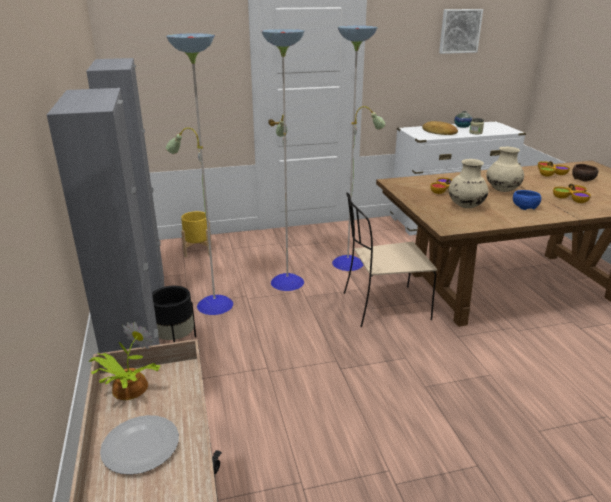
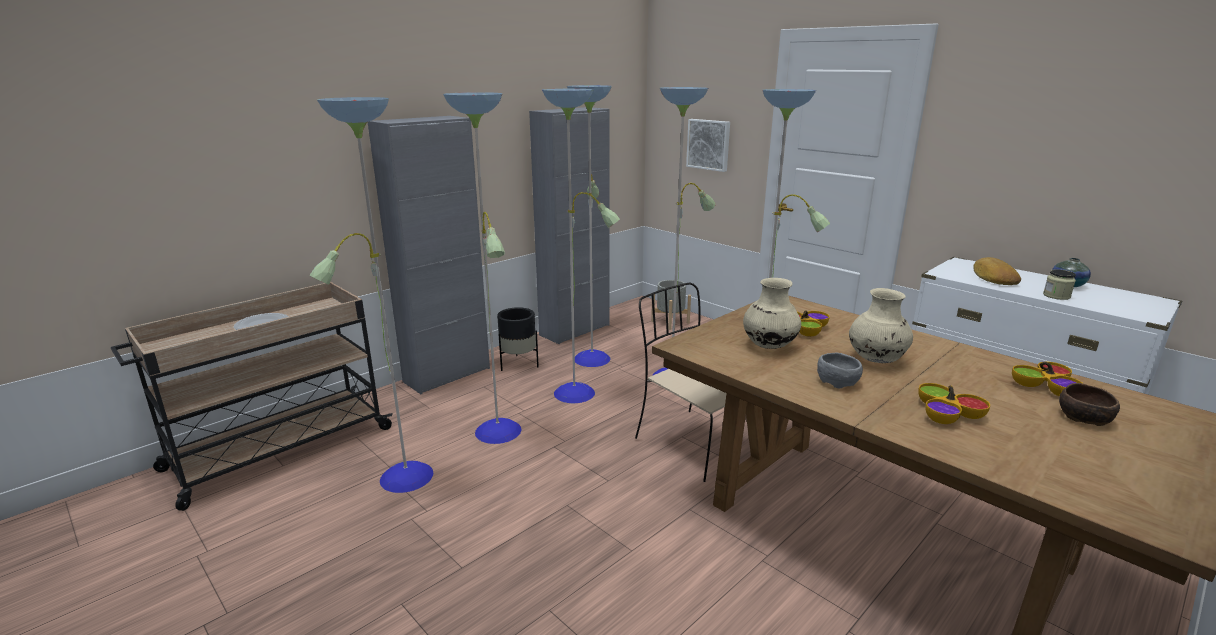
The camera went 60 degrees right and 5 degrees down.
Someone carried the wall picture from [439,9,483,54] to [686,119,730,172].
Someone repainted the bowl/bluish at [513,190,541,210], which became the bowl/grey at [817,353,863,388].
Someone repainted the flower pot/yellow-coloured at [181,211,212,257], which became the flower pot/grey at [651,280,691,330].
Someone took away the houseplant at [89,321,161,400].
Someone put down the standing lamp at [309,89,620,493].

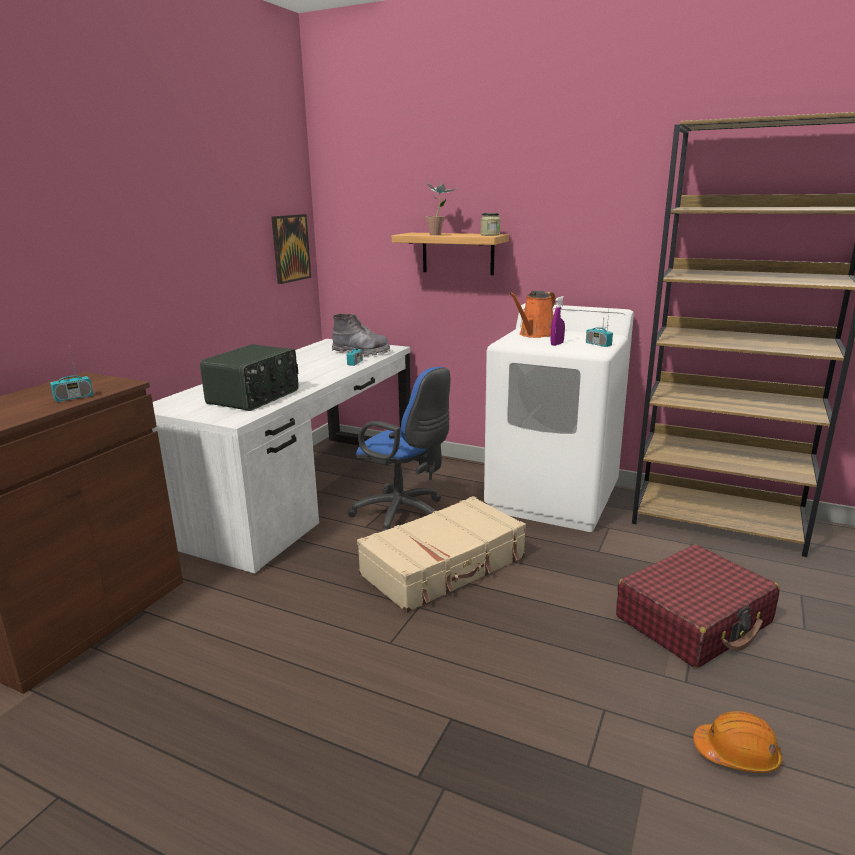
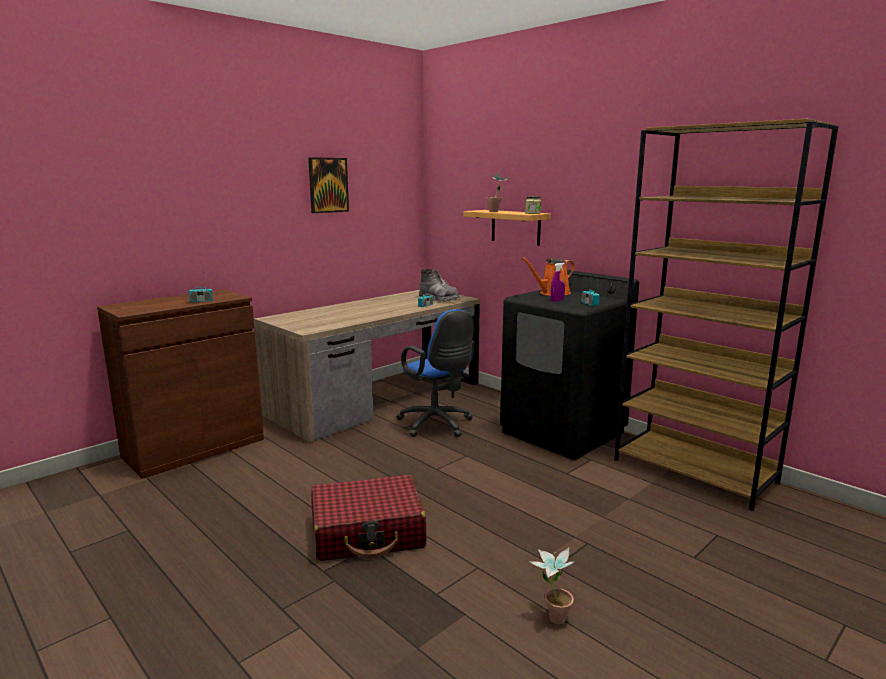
The camera went 20 degrees right and 5 degrees down.
Someone carried the wall picture from [271,214,311,284] to [308,157,349,213].
Someone repainted the laundry appliance/white at [484,303,634,532], which became the laundry appliance/black-coloured at [500,270,639,460].
Someone repainted the desk/white at [152,339,411,574], which became the desk/brown-coloured at [254,290,480,442].
Someone took away the radio at [200,344,299,411].
Someone took away the travel case/beige-coloured at [357,496,526,613].
Someone carried the travel case/red-coloured from [616,545,779,668] to [312,475,426,561].
Someone swapped the hard hat/orangey at [693,711,782,773] for the houseplant at [529,547,575,624].

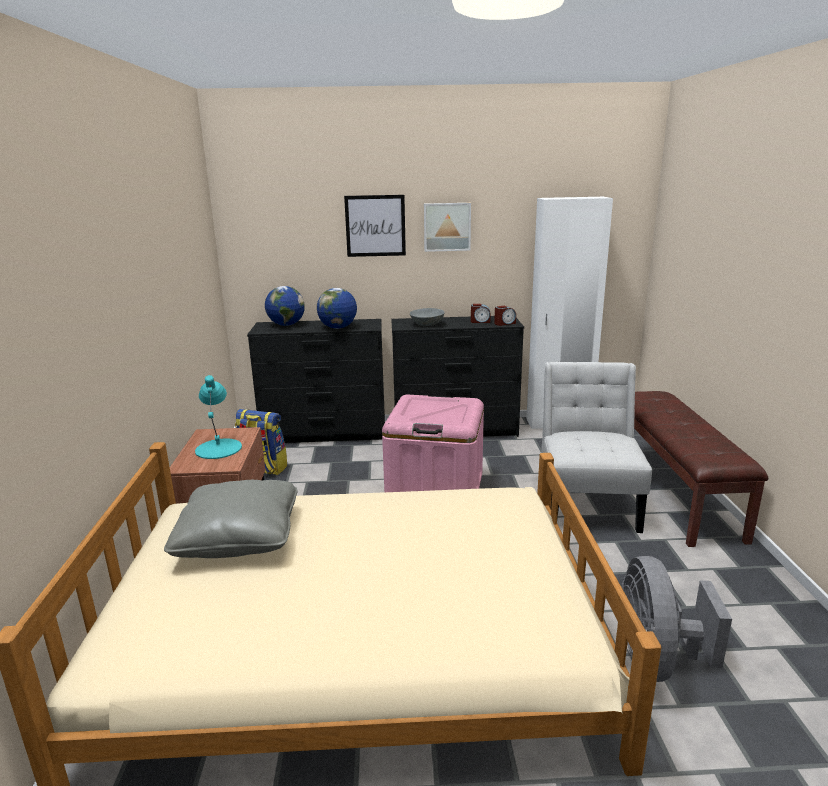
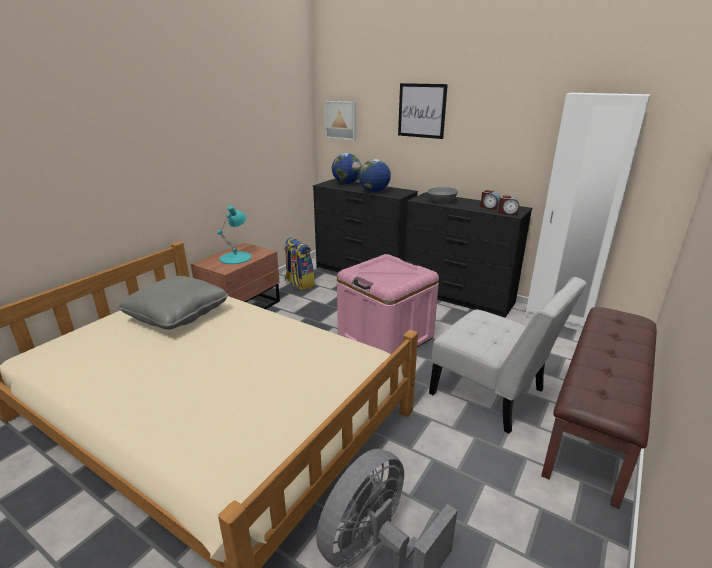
The camera went 35 degrees right and 5 degrees up.
Someone carried the wall picture from [424,203,471,252] to [324,101,356,140].
Someone rotated the plain chair/white at [541,362,652,533] by 90 degrees clockwise.

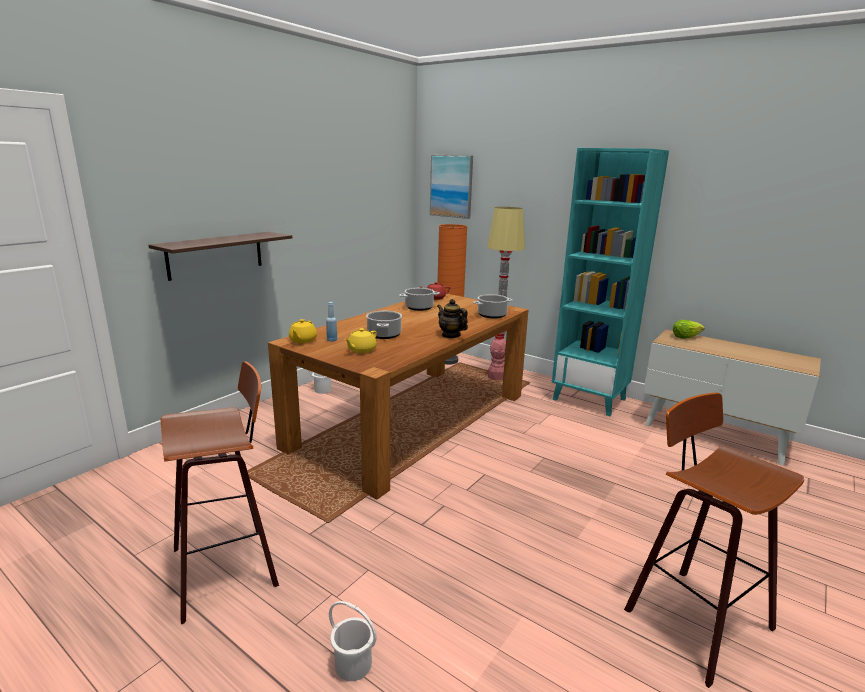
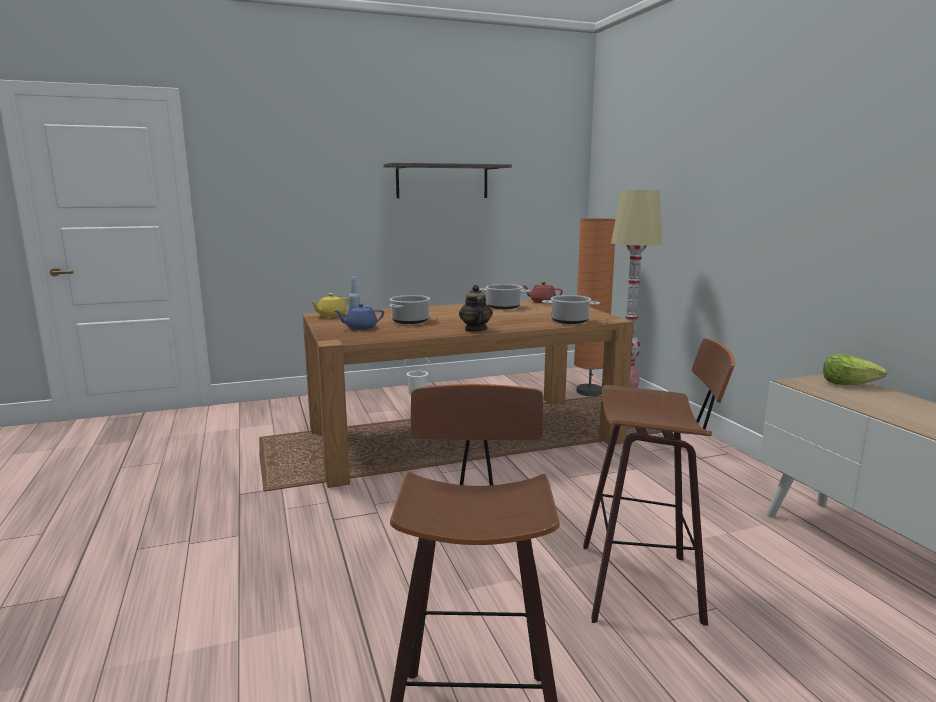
The camera went 35 degrees right and 5 degrees down.
Someone took away the bookcase/turquoise-coloured at [552,148,669,416].
Someone took away the wall picture at [430,155,473,219].
Someone carried the bracket shelf from [149,232,292,281] to [383,163,512,198].
Someone repainted the pot for tea/yellow-coloured at [344,328,377,353], which became the pot for tea/bluish at [335,304,384,330].
Someone carried the stool seat from [161,361,279,624] to [583,338,735,626].
Someone took away the water bucket/white at [329,601,377,681].

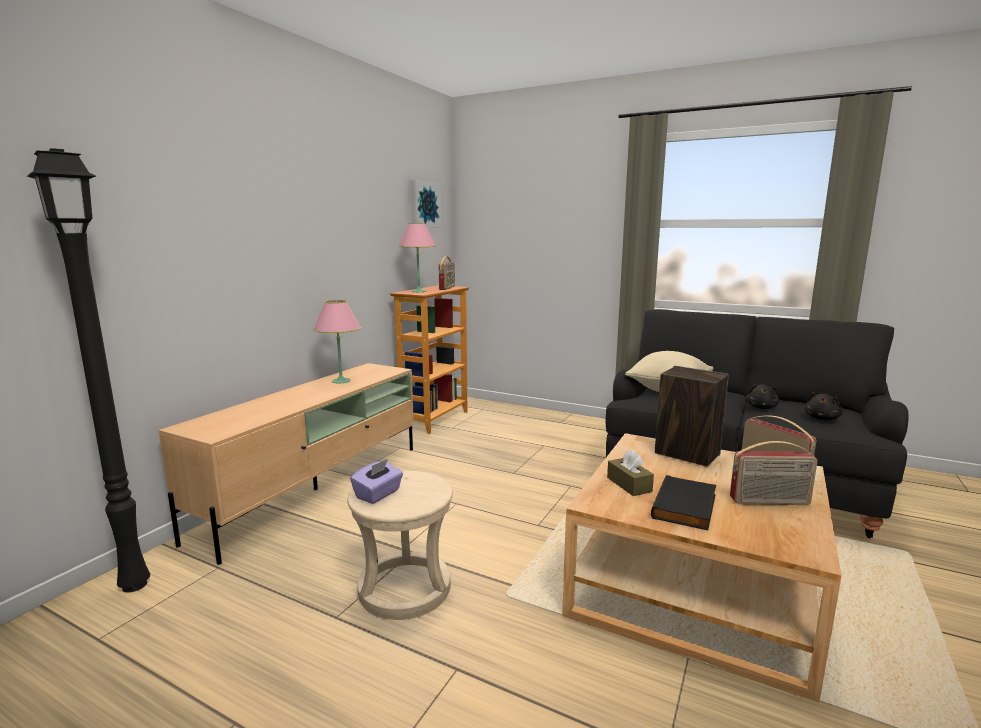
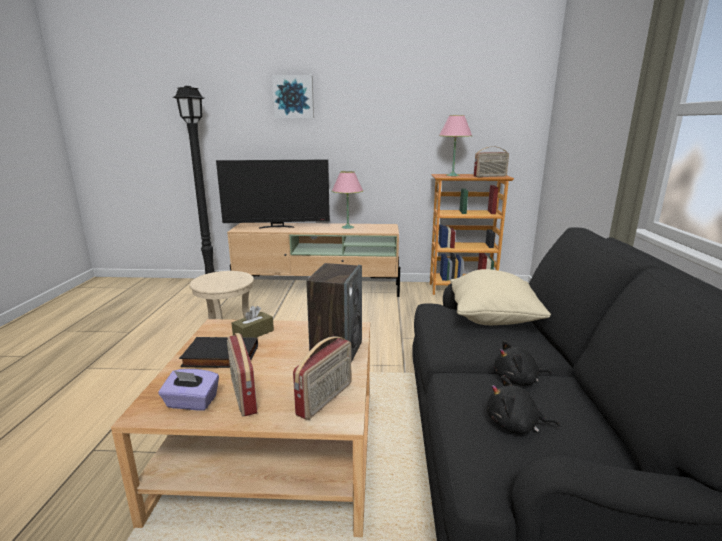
The camera went 65 degrees right and 5 degrees up.
Someone carried the wall picture from [411,180,441,228] to [272,75,314,118].
Someone carried the tissue holder/purple from [350,459,403,504] to [159,369,219,411].
Someone put down the TV at [216,160,330,229].

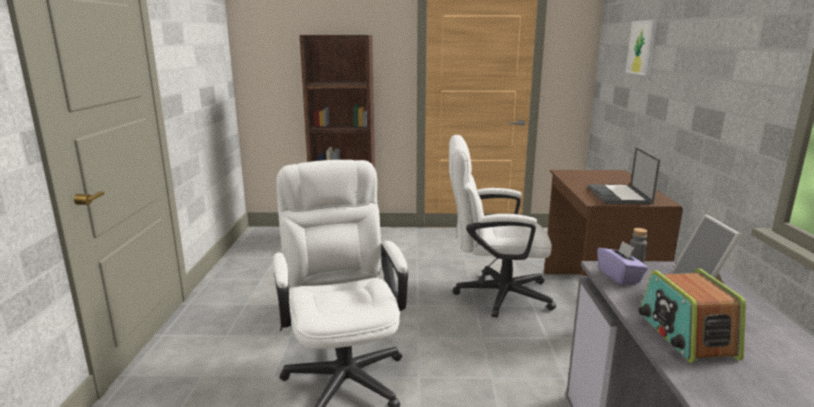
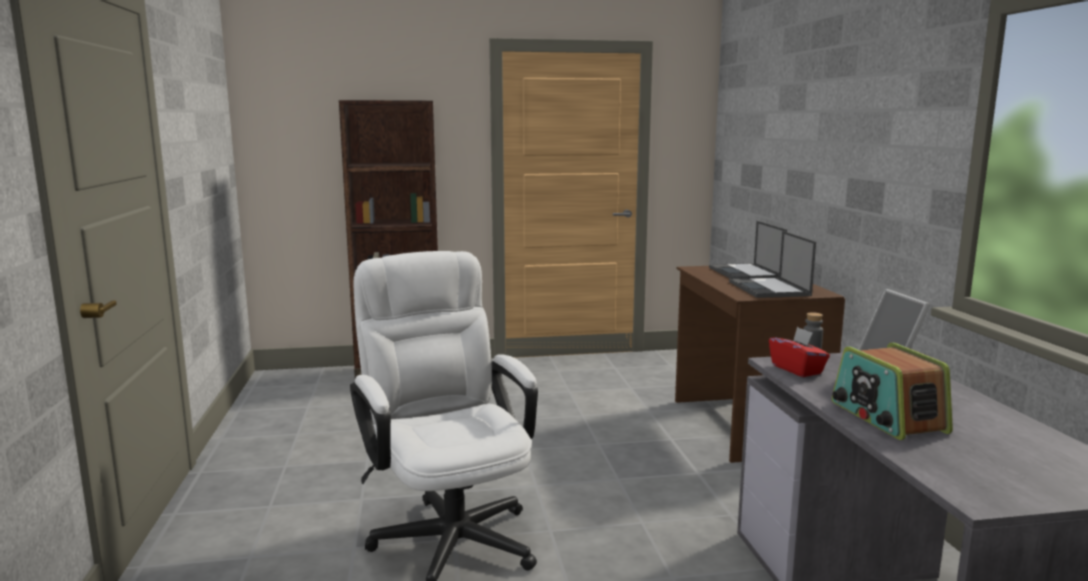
The camera went 10 degrees left and 5 degrees down.
Someone took away the wall picture at [626,20,657,76].
Someone took away the desk chair/white at [449,135,556,318].
Someone repainted the tissue holder/purple at [597,241,648,285], which became the tissue holder/red-coloured at [769,327,830,377].
Someone put down the laptop at [709,221,787,279].

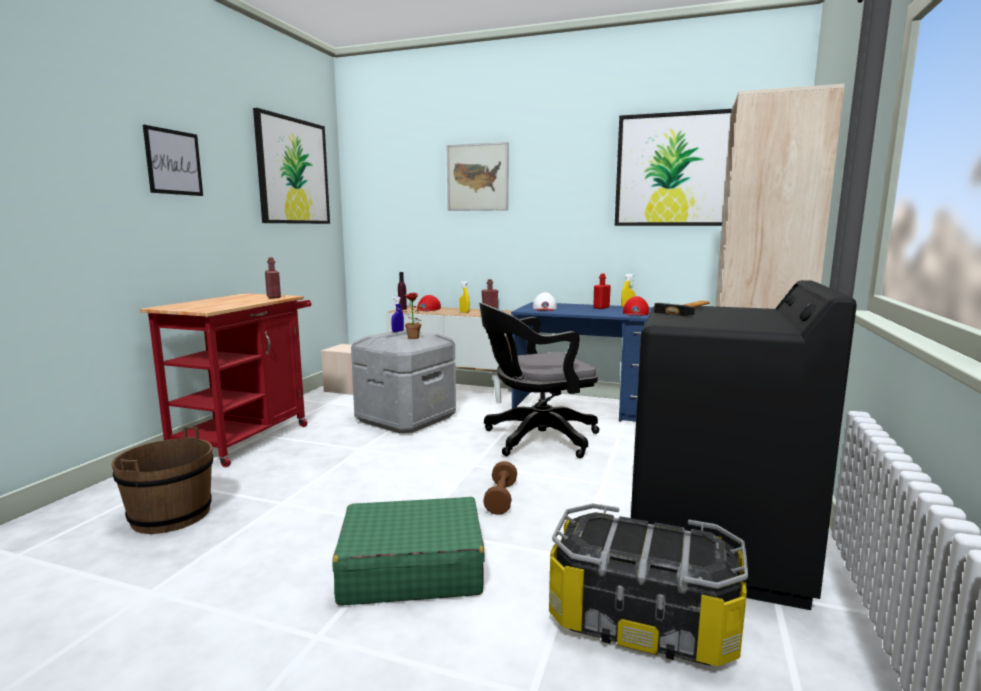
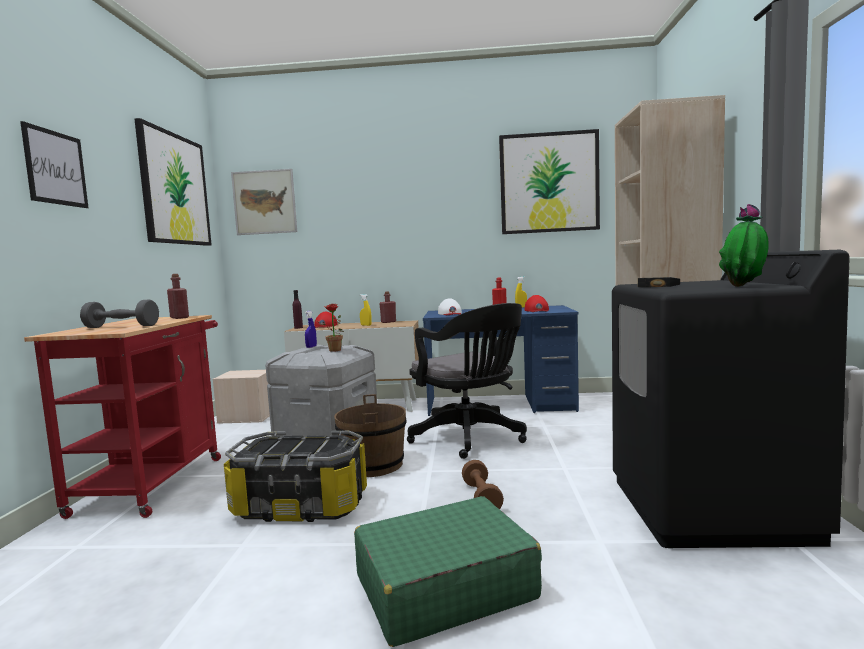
The camera went 15 degrees left and 5 degrees down.
Someone carried the wall picture from [447,142,508,211] to [231,169,297,235].
Someone rotated the desk chair/black-coloured at [479,303,599,458] by 90 degrees counterclockwise.
Someone carried the water bucket/brown-coloured from [111,427,213,534] to [334,394,407,477].
Someone carried the storage container from [549,504,748,666] to [224,431,367,522].
Someone put down the houseplant at [719,204,769,287].
Someone put down the dumbbell/grey at [80,300,159,328].

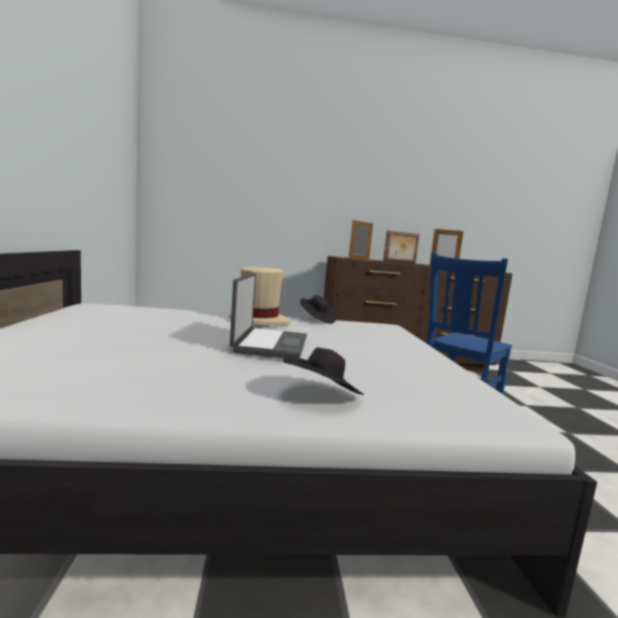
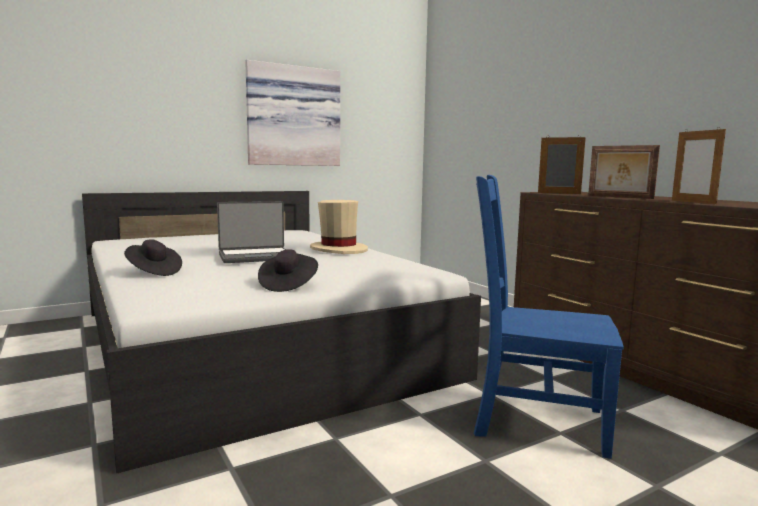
The camera went 65 degrees right and 0 degrees up.
Someone carried the hat/black-coloured from [300,295,336,324] to [258,249,318,292].
Someone put up the wall picture at [245,60,340,166].

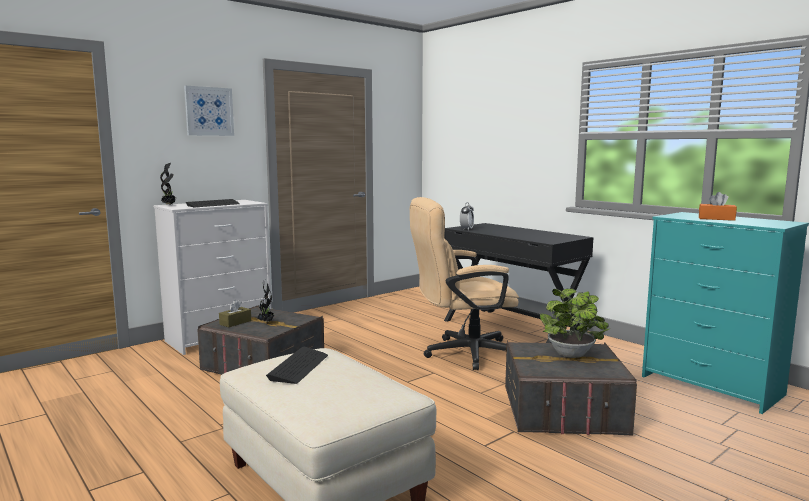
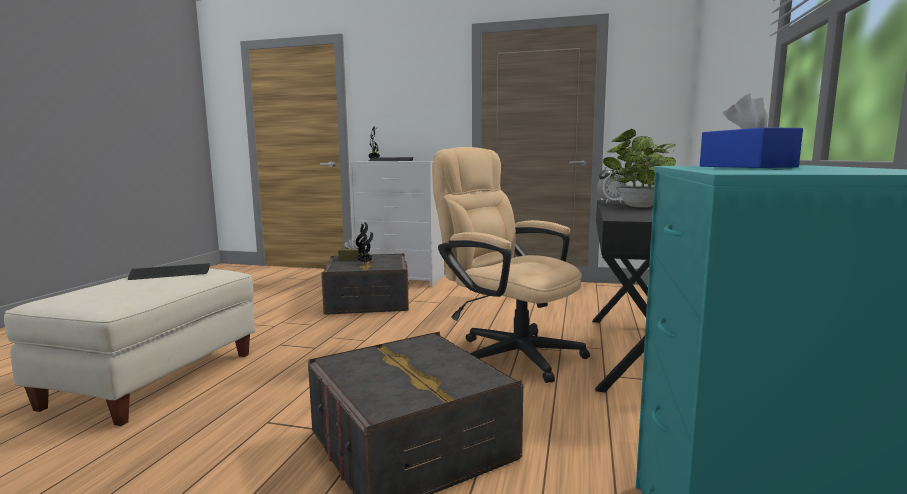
The camera went 55 degrees right and 0 degrees up.
Someone took away the wall picture at [184,86,234,136].
Someone repainted the tissue holder/orangey at [699,192,737,221], which became the tissue holder/bluish at [700,94,803,168].
Someone carried the houseplant from [540,289,610,358] to [603,129,676,207].

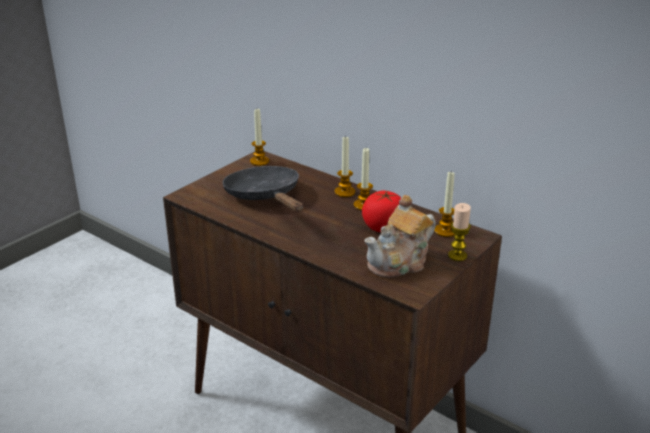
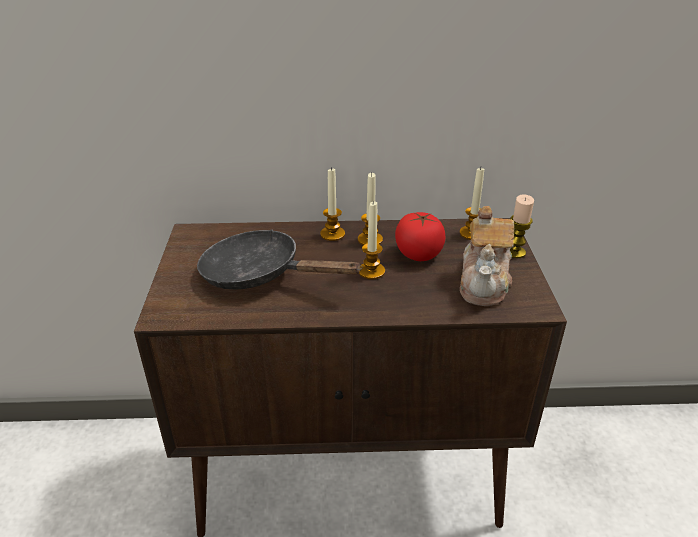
The camera went 40 degrees left and 5 degrees up.
Someone carried the candle from [250,109,269,166] to [359,200,385,280].

